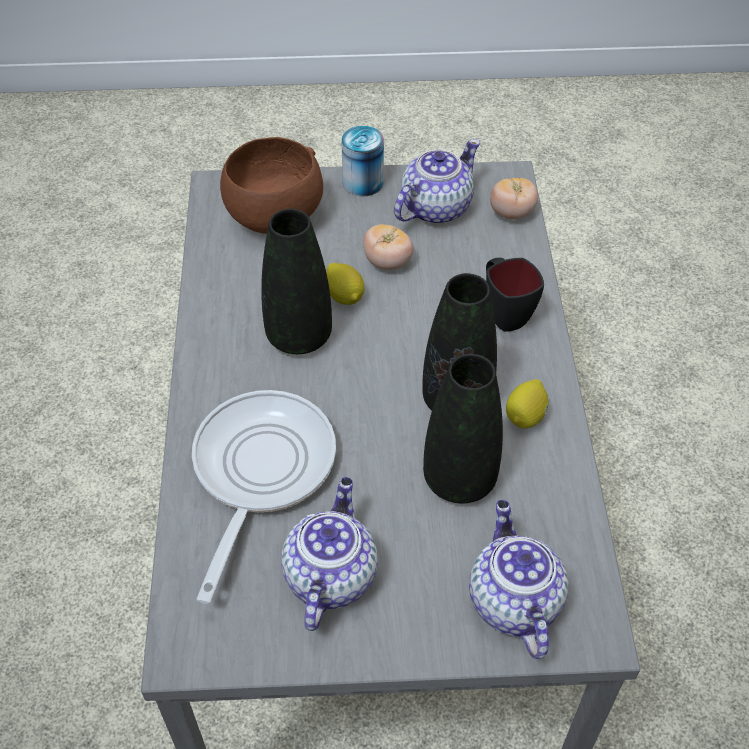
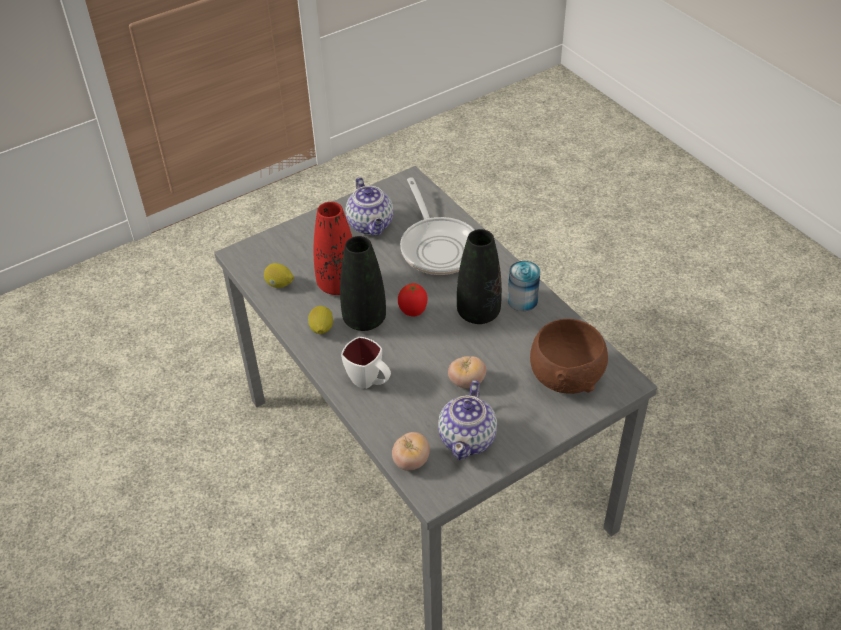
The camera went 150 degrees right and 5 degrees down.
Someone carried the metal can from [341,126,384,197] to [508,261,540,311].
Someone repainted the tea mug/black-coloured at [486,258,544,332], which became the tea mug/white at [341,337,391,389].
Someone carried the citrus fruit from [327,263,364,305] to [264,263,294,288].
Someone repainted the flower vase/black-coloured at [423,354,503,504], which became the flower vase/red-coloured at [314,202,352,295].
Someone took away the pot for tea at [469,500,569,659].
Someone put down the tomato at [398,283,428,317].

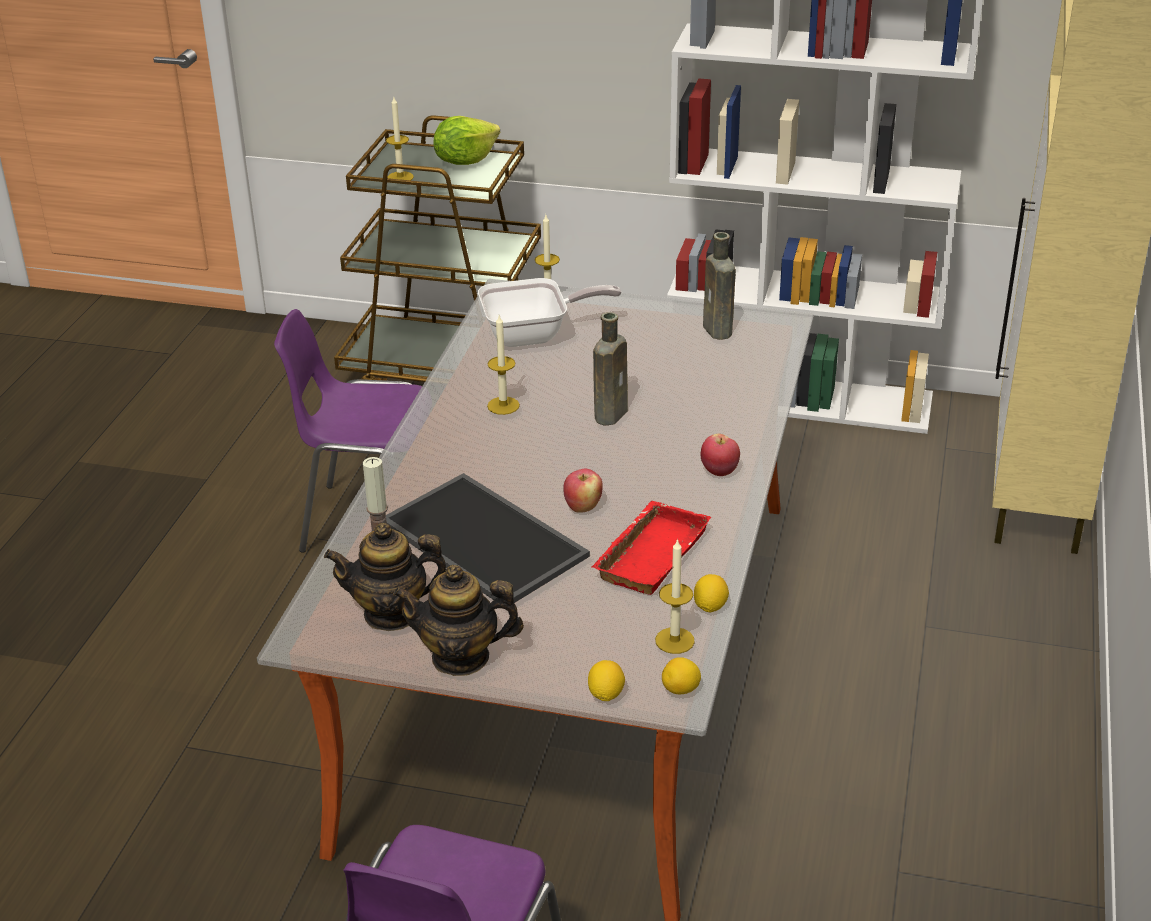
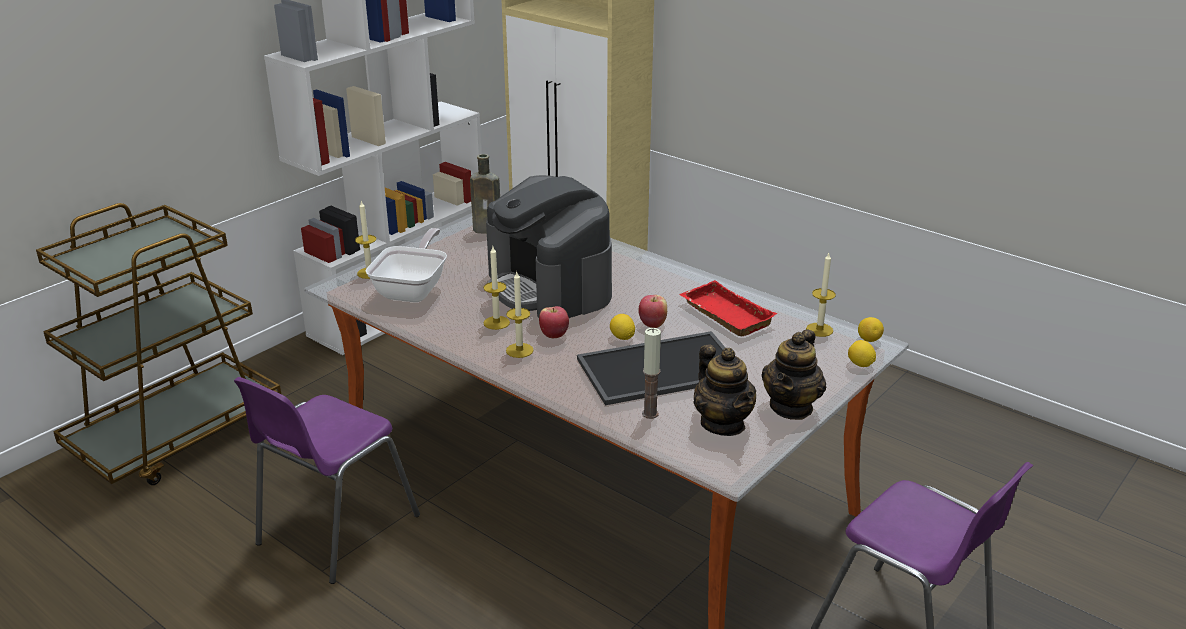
The camera went 65 degrees left and 5 degrees down.
Someone carried the candle from [386,97,414,181] to [506,272,534,358].
Someone took away the head of lettuce at [433,116,500,165].
Someone swapped the bottle/brown-coloured at [593,312,628,426] for the coffee machine at [486,175,612,318].
Someone carried the apple fruit from [701,434,740,476] to [539,306,569,338].
Someone rotated the pot for tea at [324,523,446,631] by 45 degrees counterclockwise.
Someone carried the citrus fruit from [694,574,729,612] to [610,314,635,340].

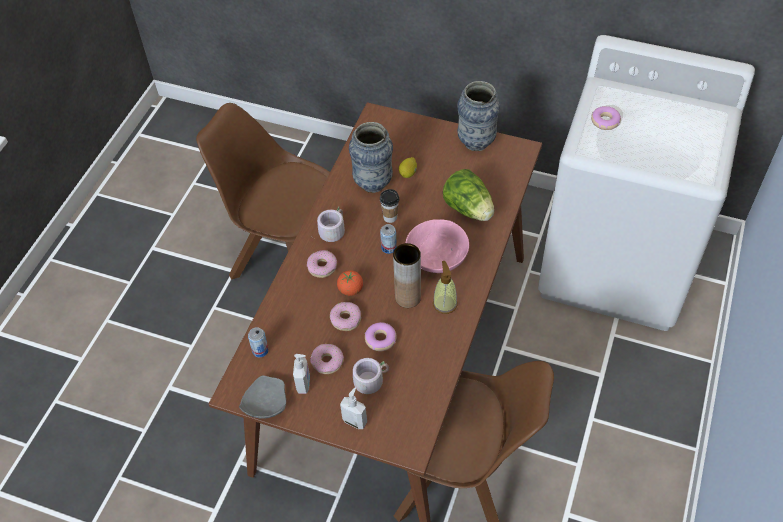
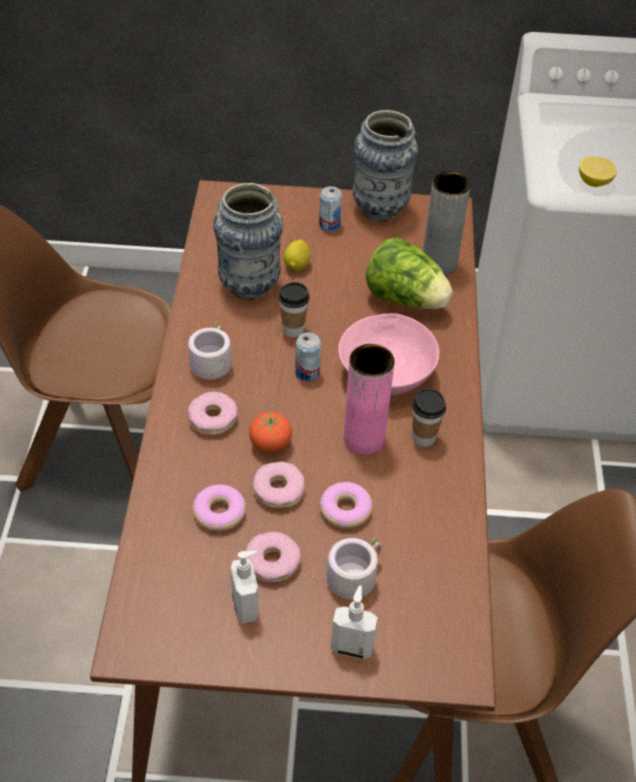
The camera went 20 degrees left and 5 degrees down.
Someone carried the donut from [591,106,621,130] to [193,484,246,531].
Someone repainted the flower vase/brown-coloured at [393,243,421,308], which became the flower vase/pink at [344,344,394,455].
Someone swapped the liquid soap bottle at [433,261,457,314] for the drinking cup at [412,388,446,447].
Someone carried the metal can from [248,327,269,357] to [319,186,342,231].
Someone took away the plate/grey at [239,375,286,419].
Someone put down the citrus fruit at [579,156,617,187].
Someone put down the flower vase/grey at [423,172,471,275].

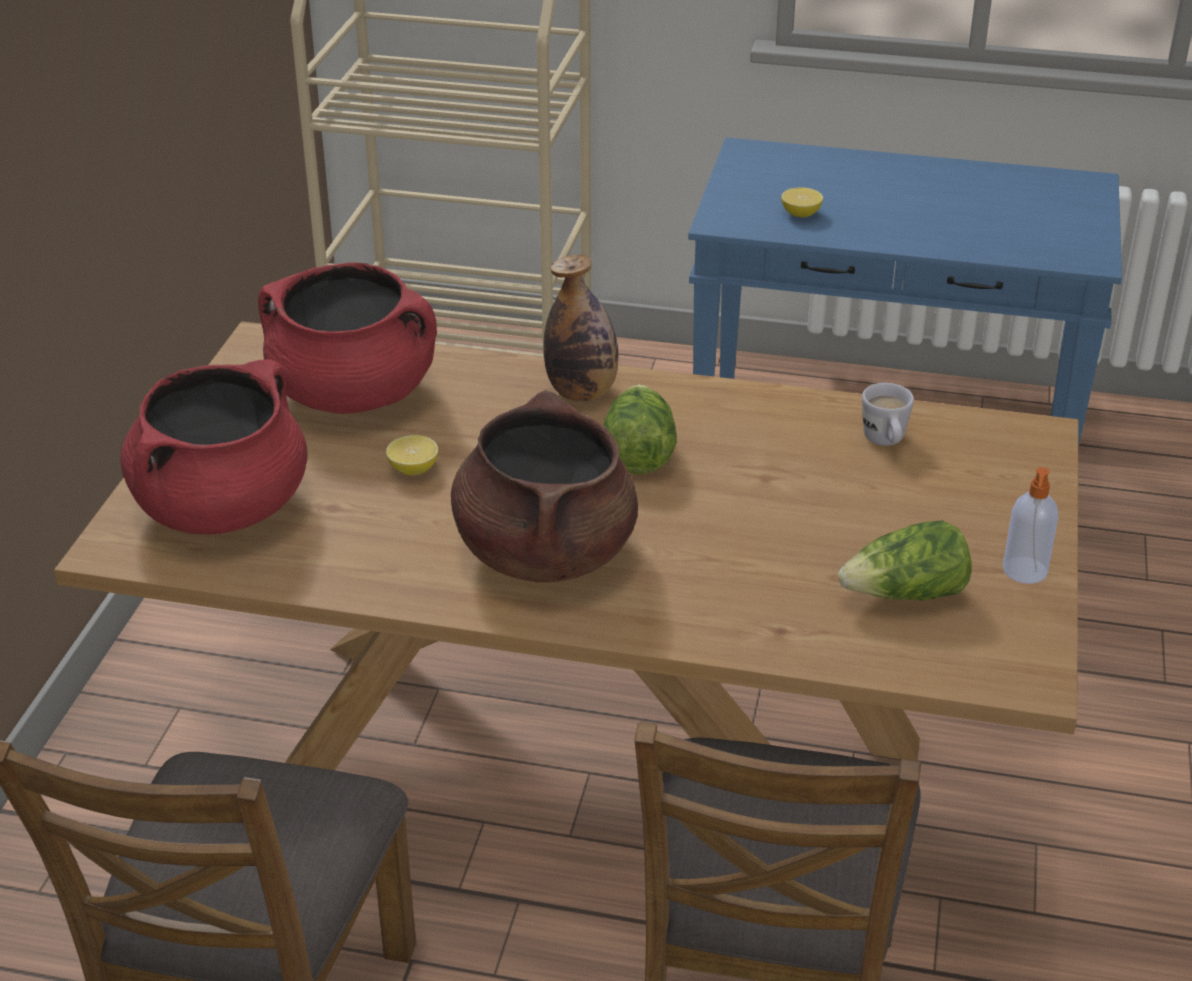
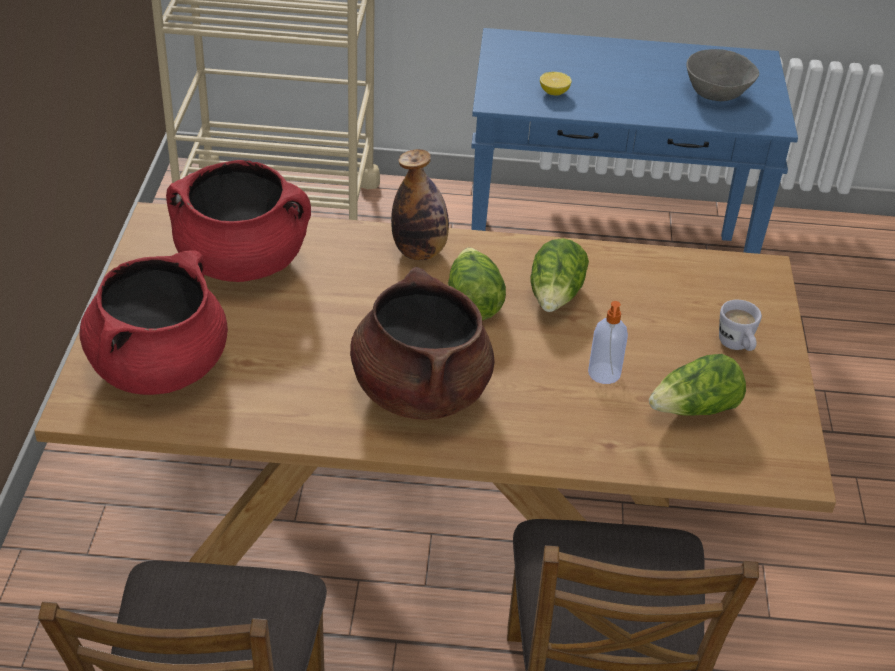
The camera went 10 degrees left and 5 degrees up.
Someone carried the tea mug/white from [862,383,914,446] to [719,300,762,351].
Someone took away the citrus fruit at [386,435,438,476].
Someone carried the liquid soap bottle from [1003,467,1058,584] to [588,301,628,384].
Someone put down the bowl/grey at [686,49,759,101].
Someone put down the head of lettuce at [530,238,589,312].

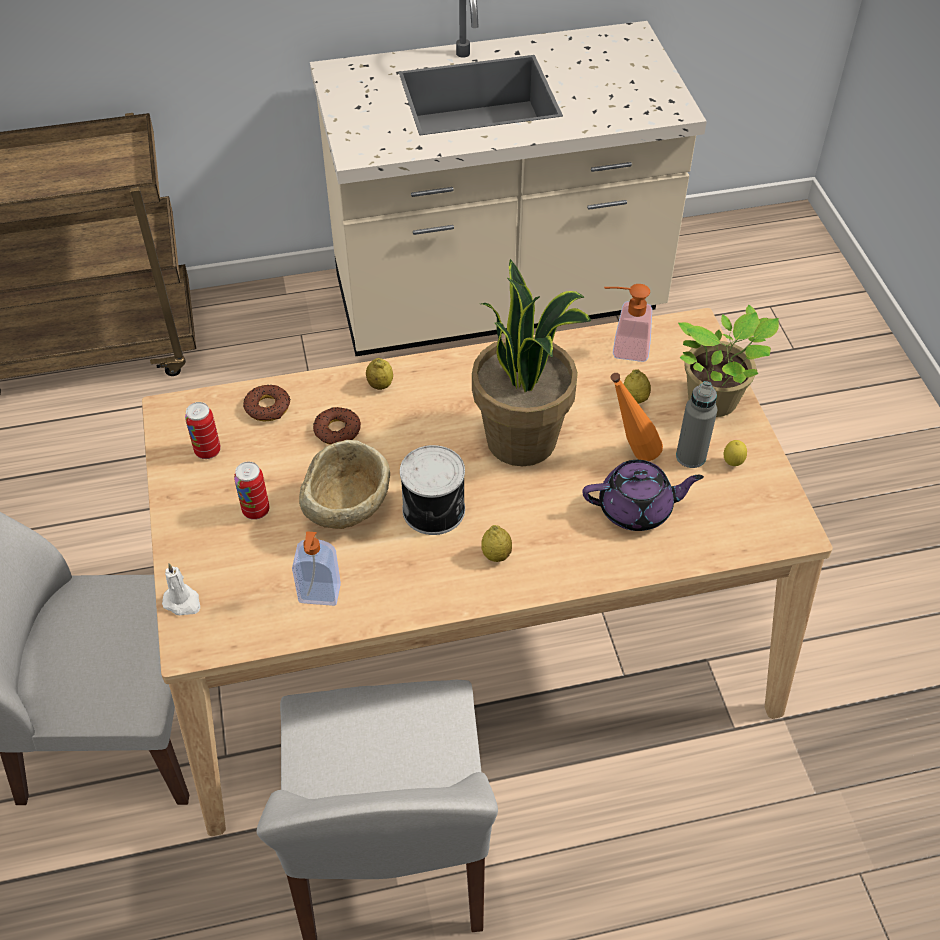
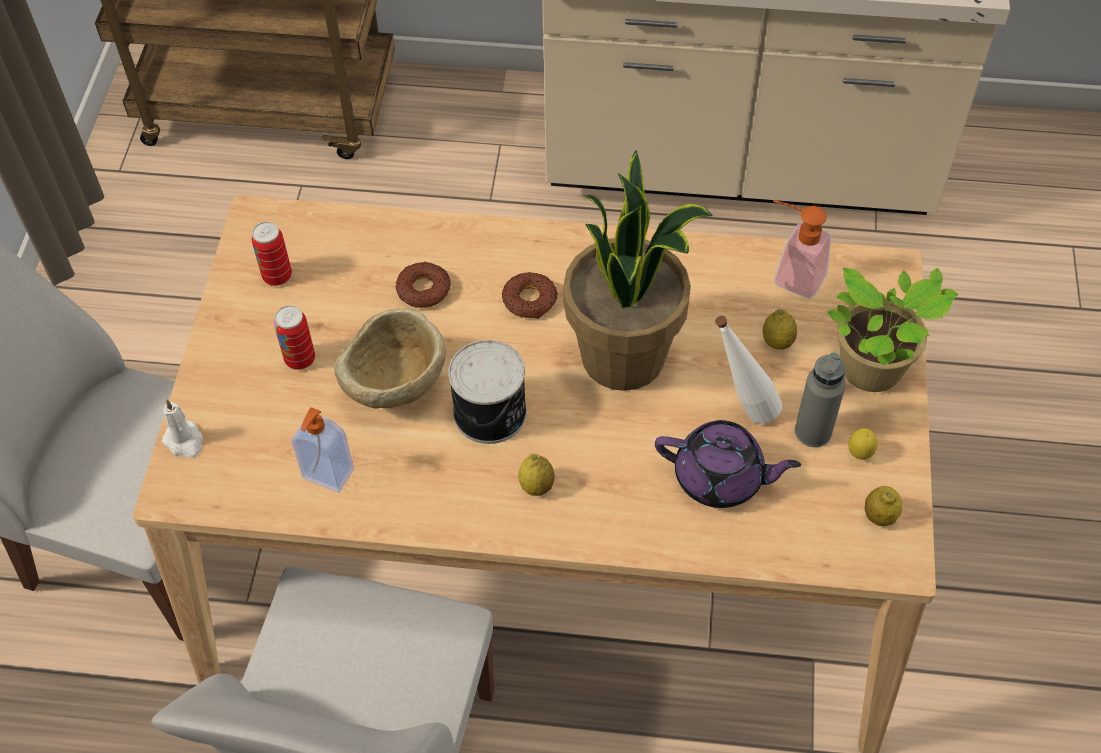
The camera went 20 degrees right and 5 degrees up.
Someone carried the citrus fruit from [366,358,393,390] to [865,486,902,526].
Someone repainted the bottle/orangey at [610,373,663,461], which became the bottle/white at [715,316,782,424].
Someone carried the donut from [243,385,290,422] to [502,272,558,319].

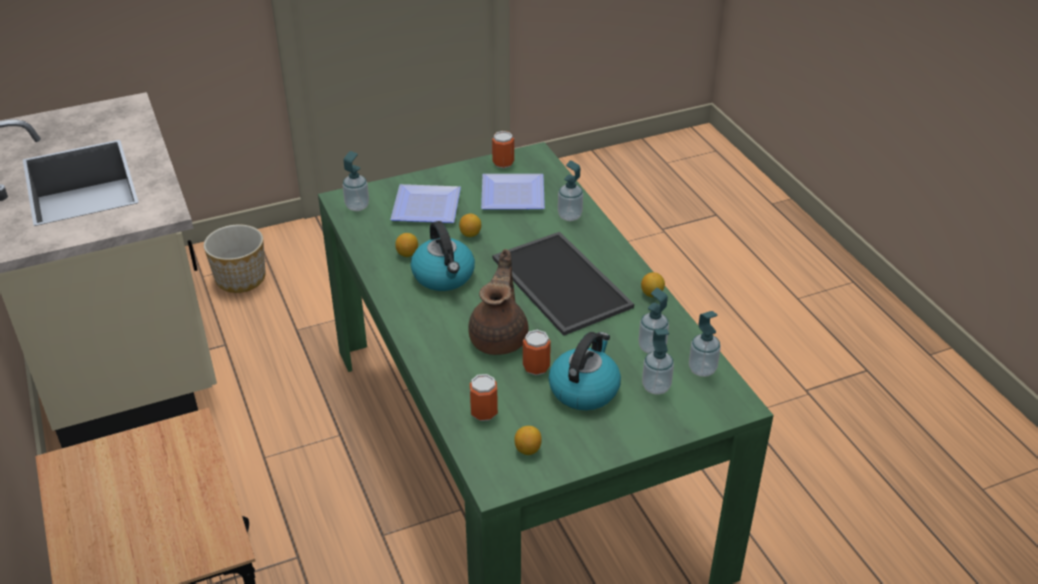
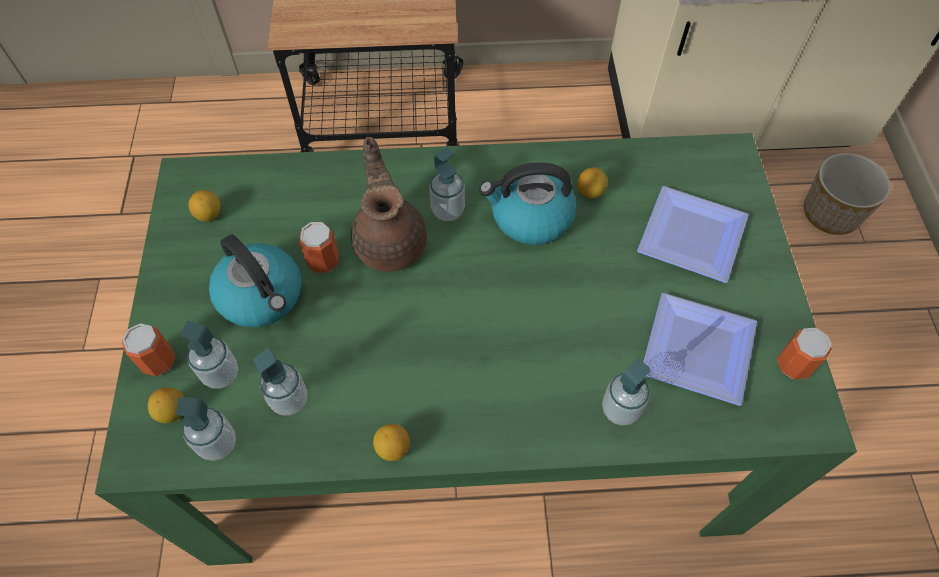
The camera went 110 degrees right and 20 degrees up.
Someone carried the liquid soap bottle from [343,151,369,211] to [430,148,465,221].
Someone carried the citrus fruit from [459,213,481,237] to [148,387,184,423].
Someone took away the tray at [493,232,634,336].
Someone rotated the pot for tea/brown-coloured at [468,249,529,355] by 135 degrees counterclockwise.
Someone carried the metal can from [470,374,498,421] to [122,323,176,376].

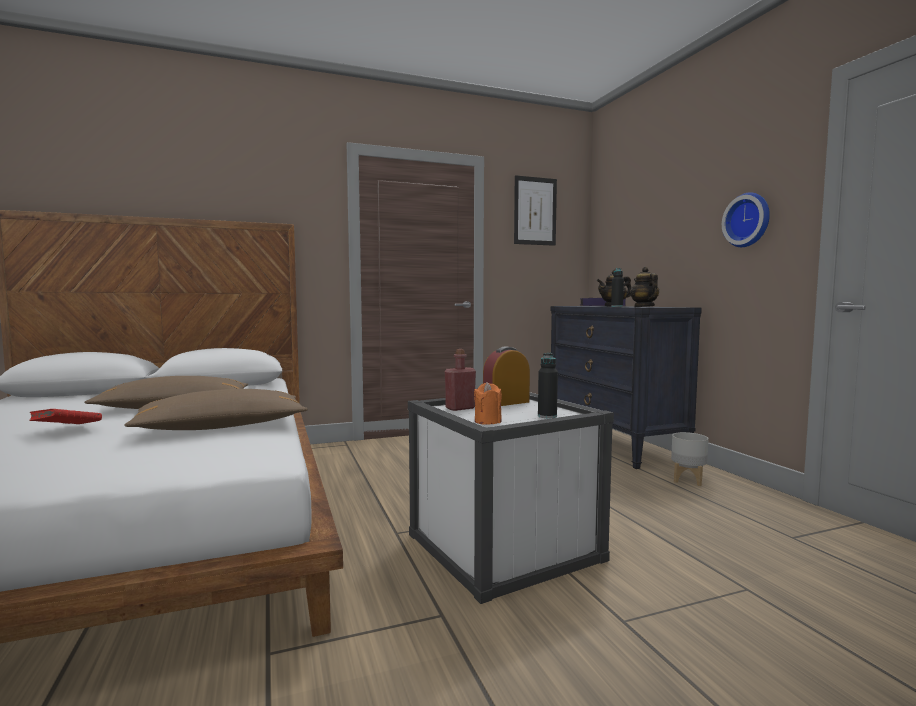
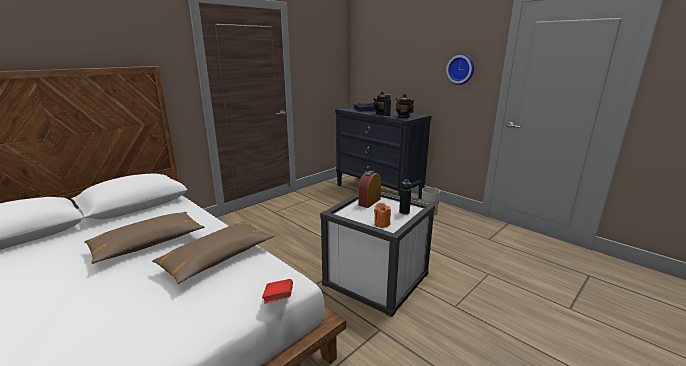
The camera went 25 degrees left and 15 degrees up.
Someone took away the wall picture at [514,175,557,246].
Someone took away the bottle/red-coloured at [445,349,476,411].
Someone carried the book/red-coloured from [30,409,102,424] to [262,279,293,304].

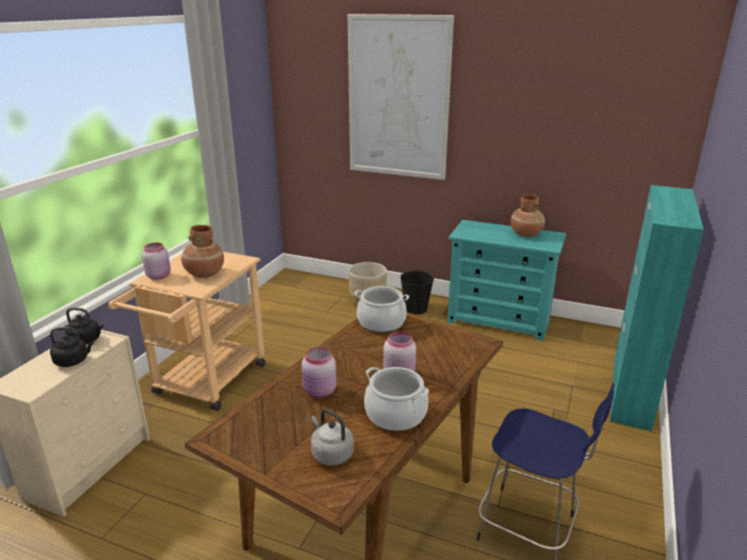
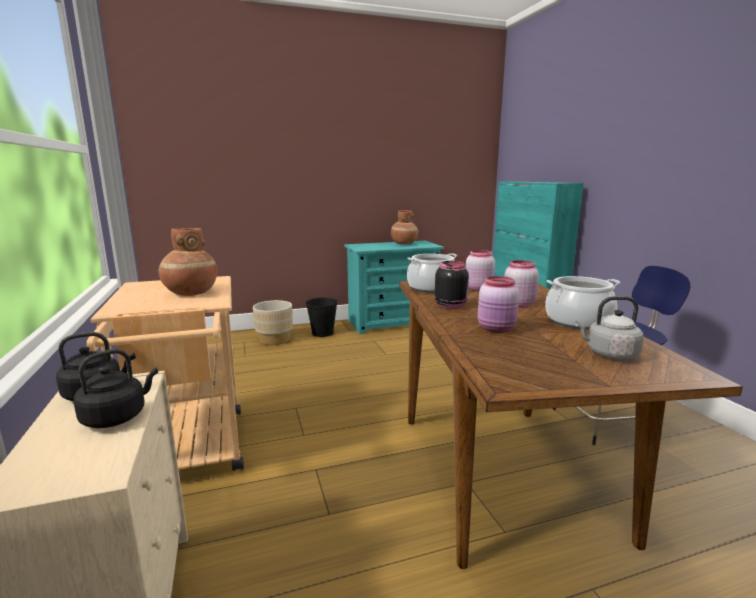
The camera went 40 degrees left and 10 degrees down.
Someone took away the wall picture at [348,14,454,180].
Someone carried the jar/pink from [142,243,171,280] to [466,250,495,291].
Someone put down the jar/black-coloured at [435,261,469,309].

